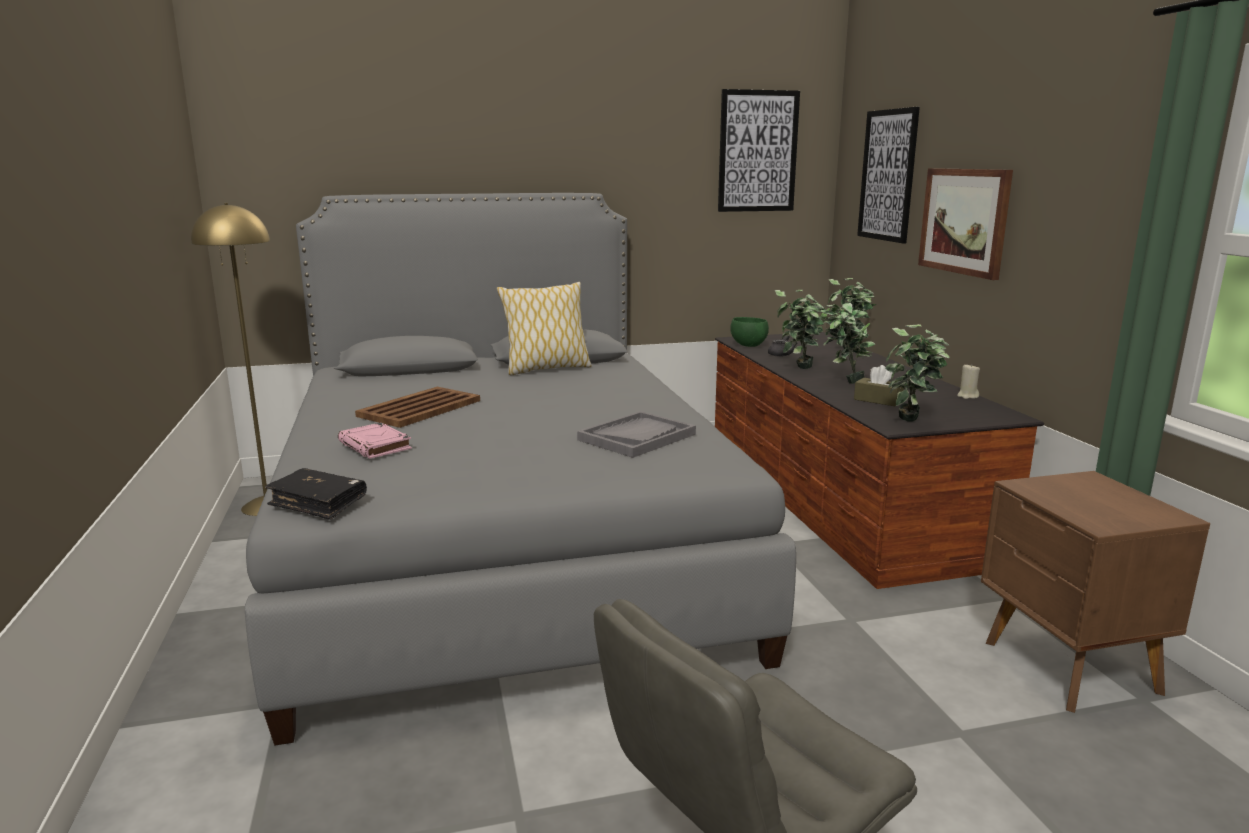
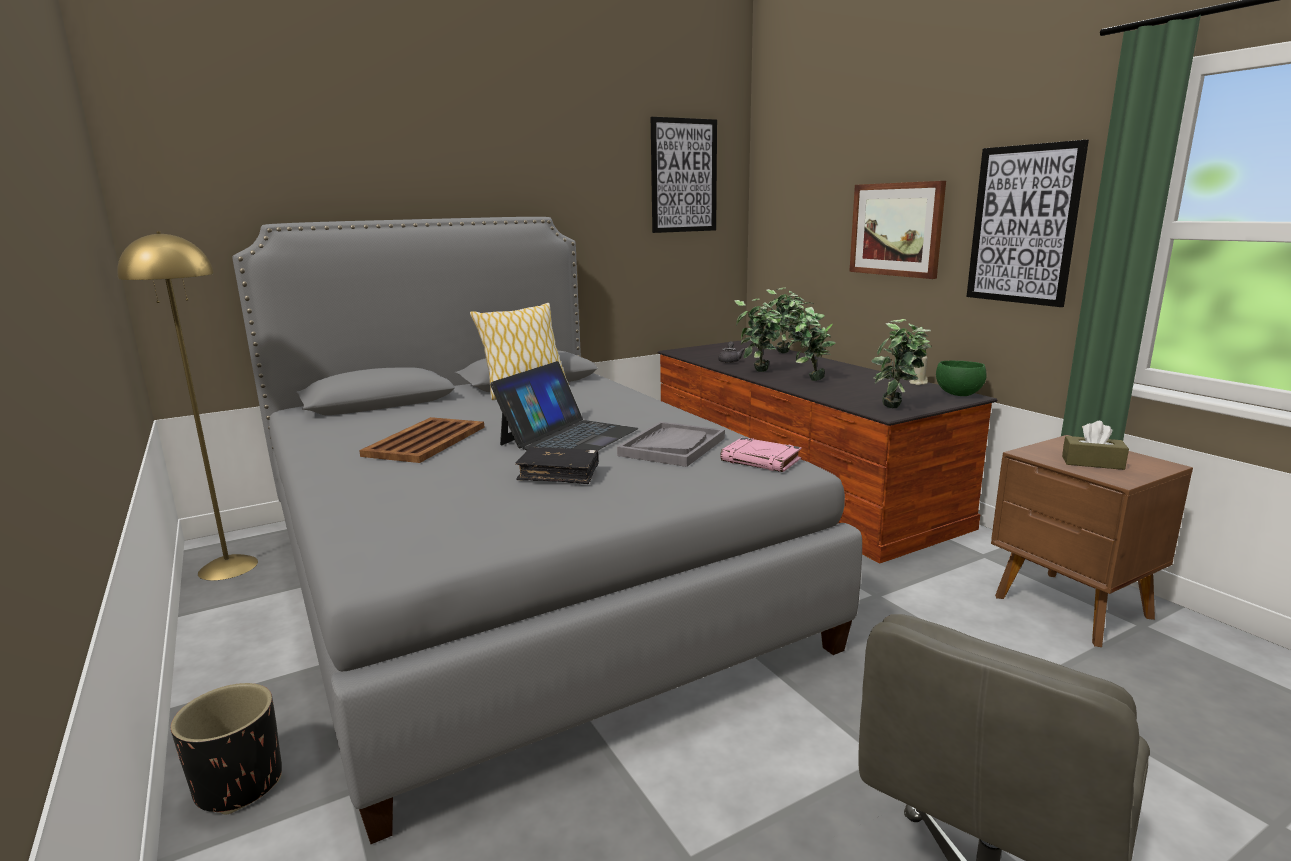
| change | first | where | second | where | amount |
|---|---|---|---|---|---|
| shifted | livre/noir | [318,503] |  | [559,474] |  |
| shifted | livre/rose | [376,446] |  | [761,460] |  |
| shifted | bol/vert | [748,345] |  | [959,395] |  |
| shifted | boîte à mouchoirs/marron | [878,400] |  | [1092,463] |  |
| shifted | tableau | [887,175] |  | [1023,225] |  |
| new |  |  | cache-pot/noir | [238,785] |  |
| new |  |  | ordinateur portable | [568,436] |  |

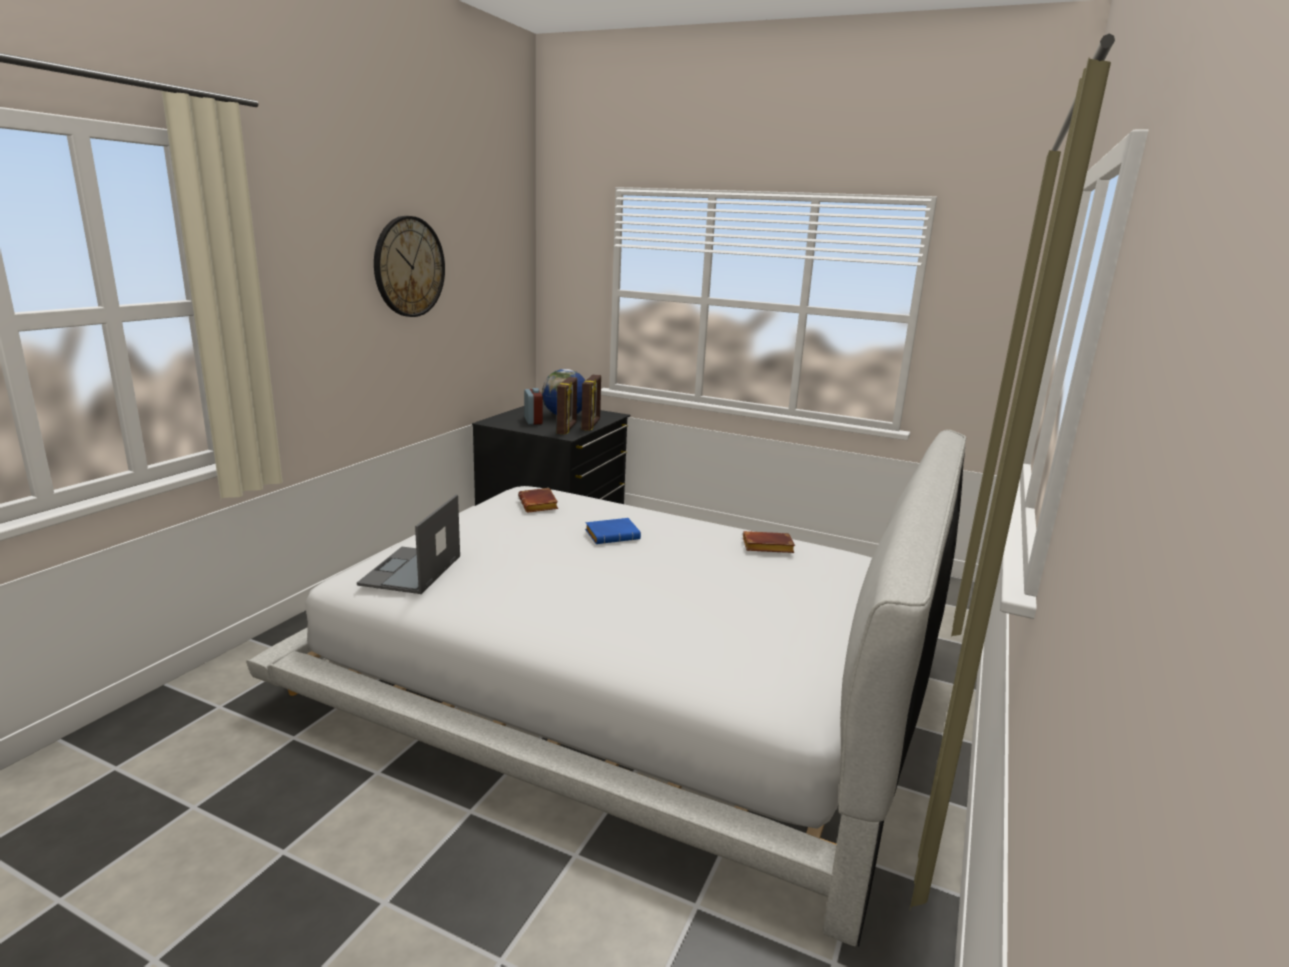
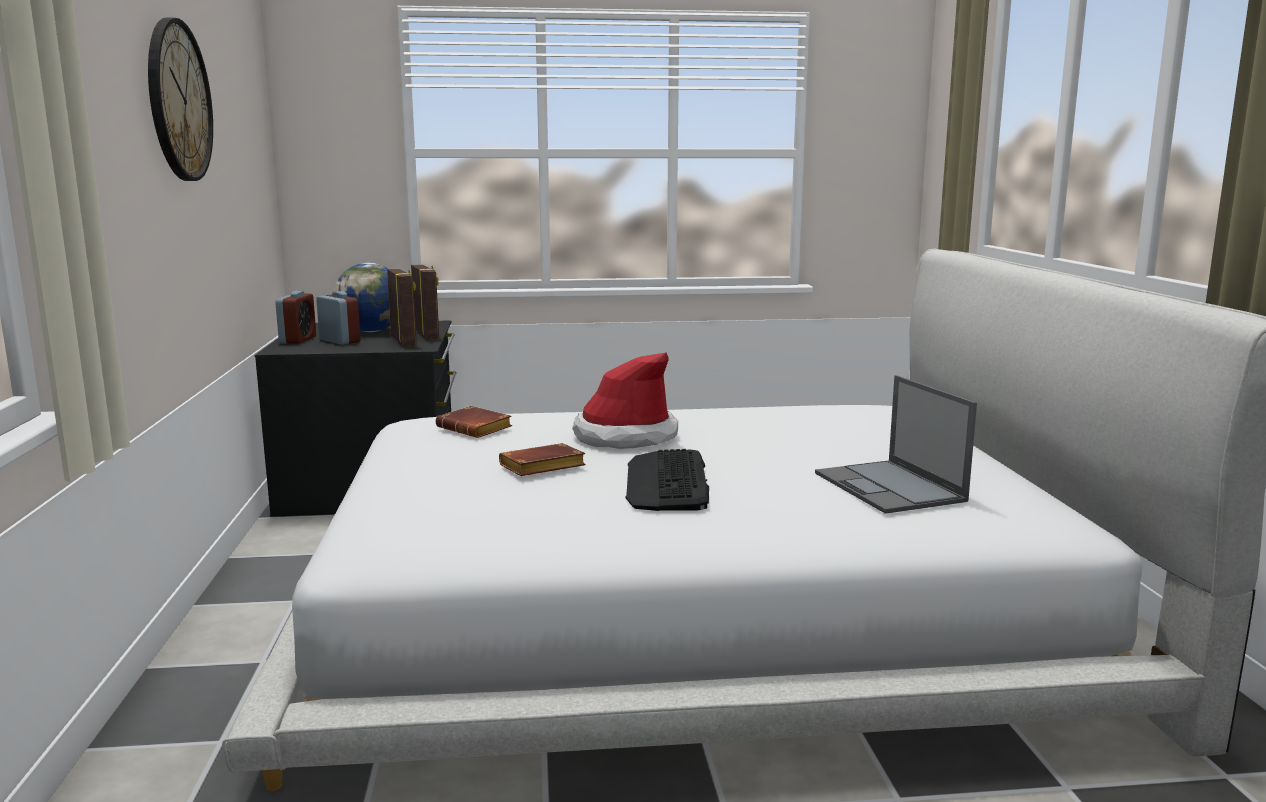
| change | first | where | second | where | amount |
|---|---|---|---|---|---|
| shifted | ordinateur portable | [411,571] |  | [890,487] |  |
| swapped | livre/bleu | [613,535] | chapeau | [625,436] |  |
| shifted | livre/marron | [766,547] |  | [541,468] |  |
| new |  |  | réveil | [298,340] |  |
| new |  |  | clavier | [667,482] |  |

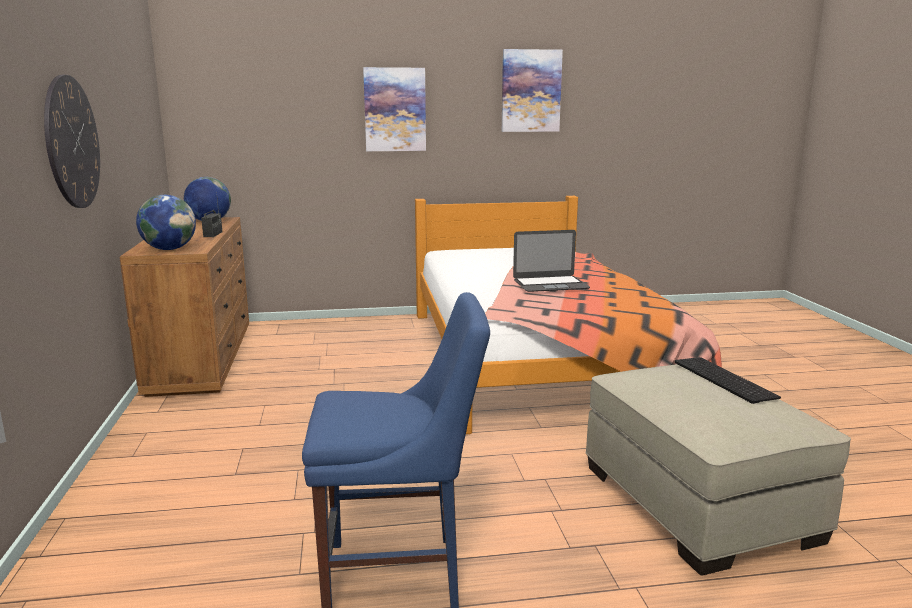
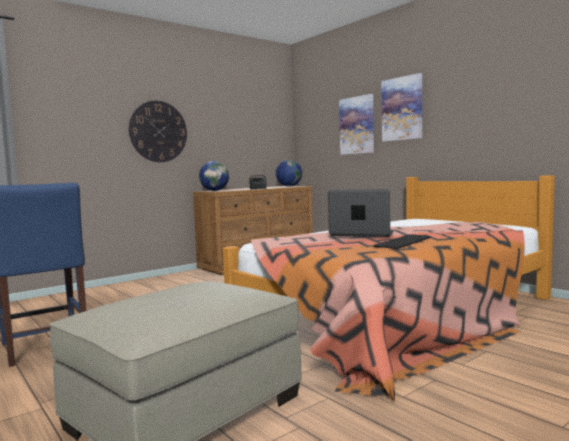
| change | first | where | second | where | amount |
|---|---|---|---|---|---|
| shifted | tableau | [531,91] |  | [357,125] |  |
| rotated | ordinateur portable | [550,284] |  | [362,233] | 150 degrees clockwise |
| shifted | clavier | [721,379] |  | [402,241] |  |

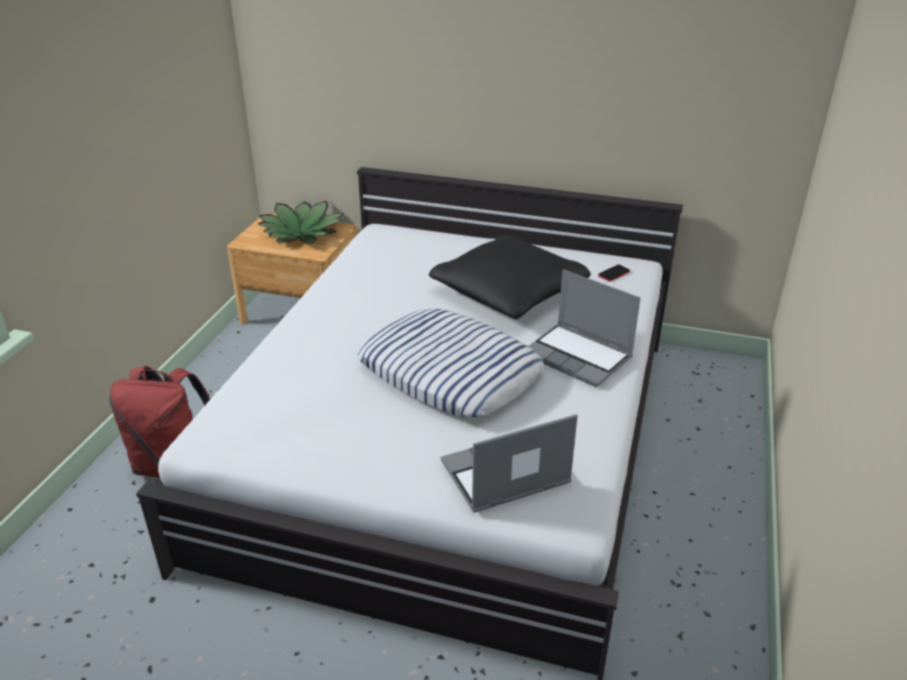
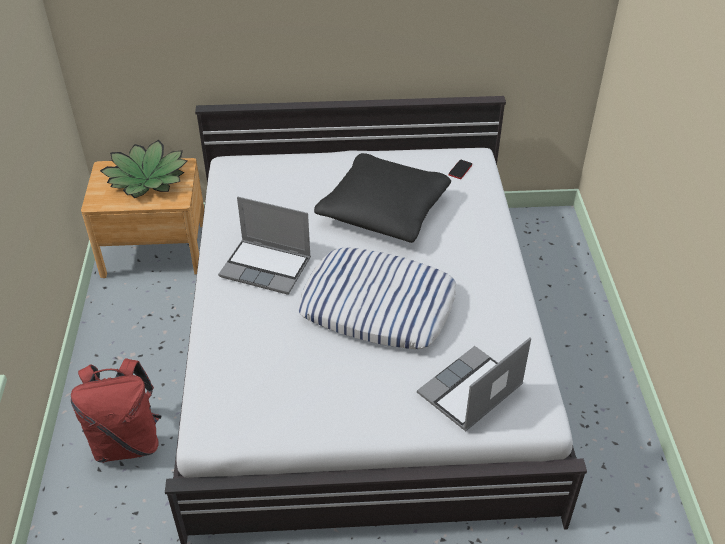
| change | first | where | second | where | amount |
|---|---|---|---|---|---|
| shifted | ordinateur portable | [579,356] |  | [267,267] |  |

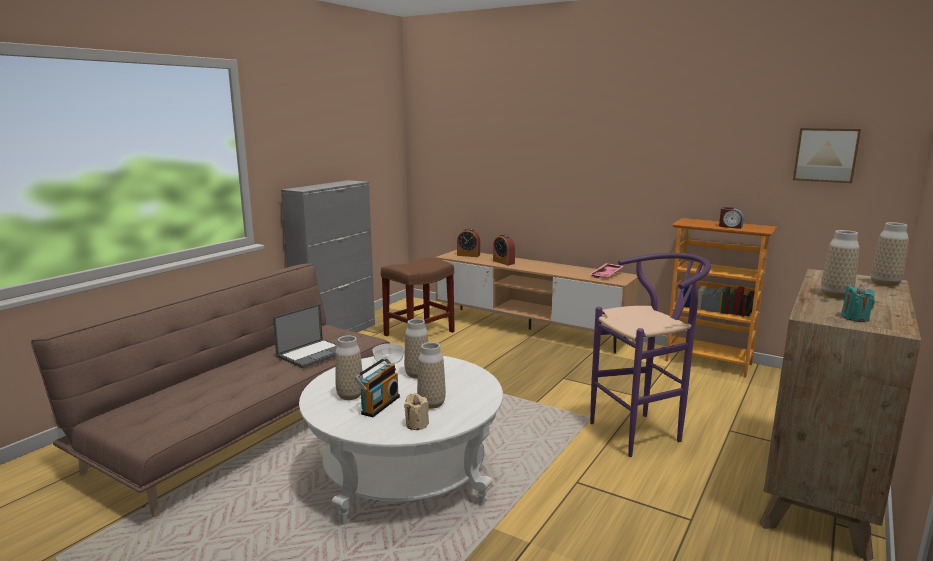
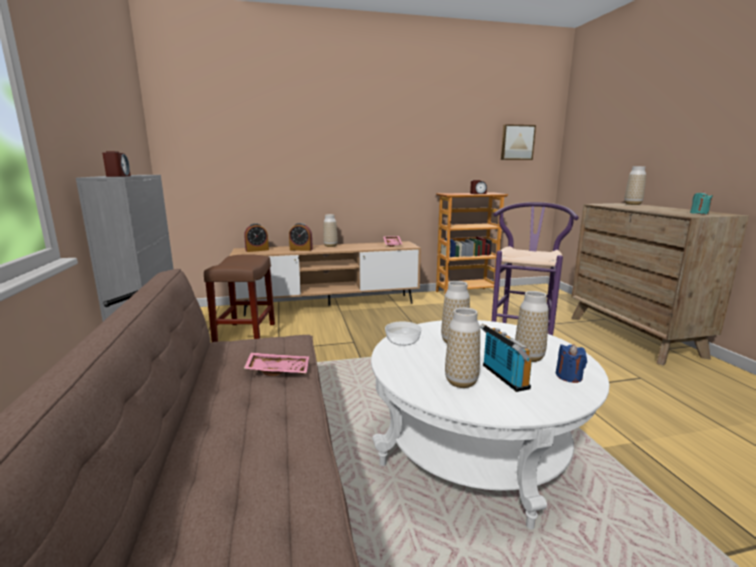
| change | first | where | second | where | amount |
|---|---|---|---|---|---|
| swapped | ordinateur portable | [313,353] | plateau/rose | [278,370] |  |
| repainted | bougie/beige | [416,424] | bougie/bleu | [569,376] |  |
| shifted | vase | [835,295] |  | [330,246] |  |
| new |  |  | réveil | [118,176] |  |

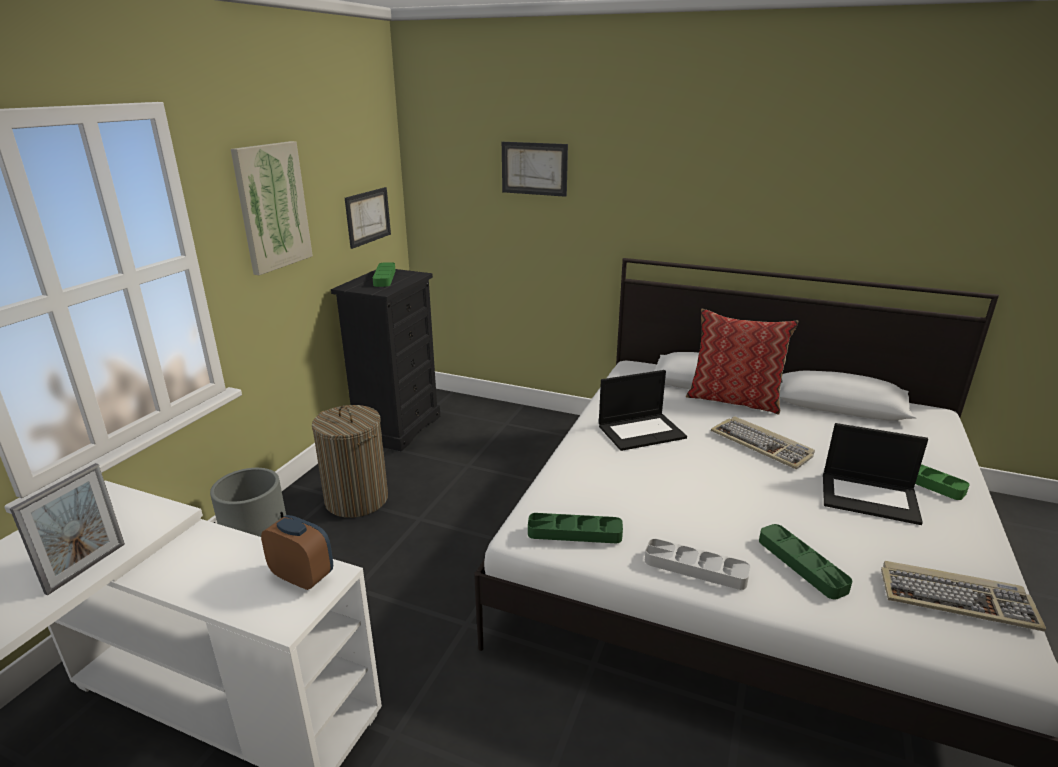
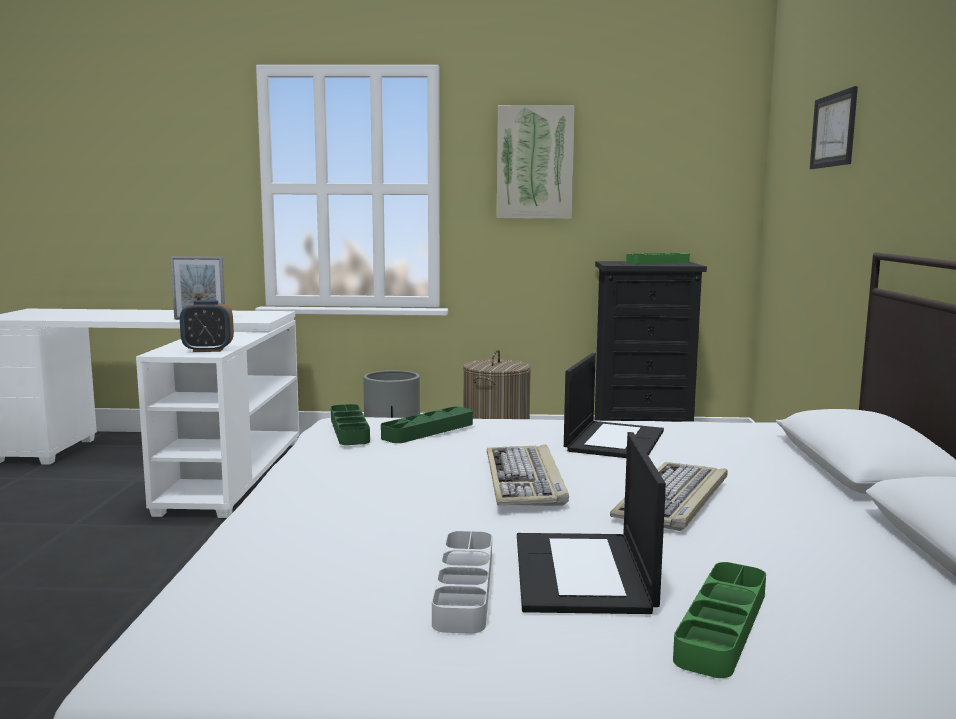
| change | first | where | second | where | amount |
|---|---|---|---|---|---|
| rotated | réveil | [302,577] |  | [208,350] | 75 degrees clockwise |
| gone | tableau | [368,217] |  |  |  |
| rotated | ordinateur portable | [642,431] |  | [614,440] | 120 degrees counterclockwise |
| shifted | plateau/gris | [695,568] |  | [464,588] |  |
| gone | coussin | [734,400] |  |  |  |
| shifted | plateau/vert | [801,564] |  | [428,430] |  |
| shifted | clavier | [956,598] |  | [525,480] |  |

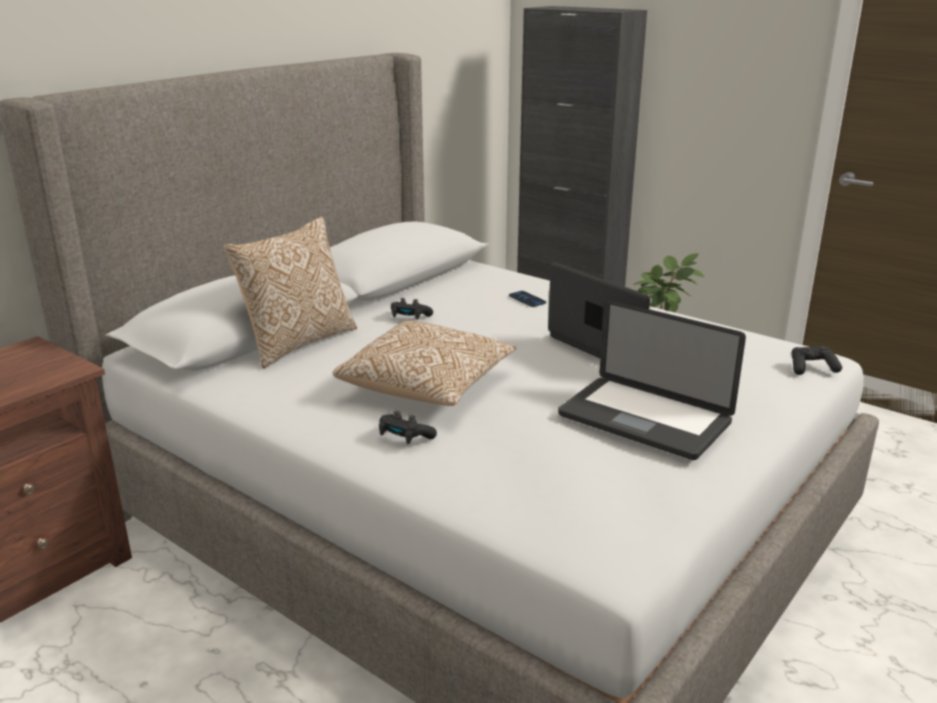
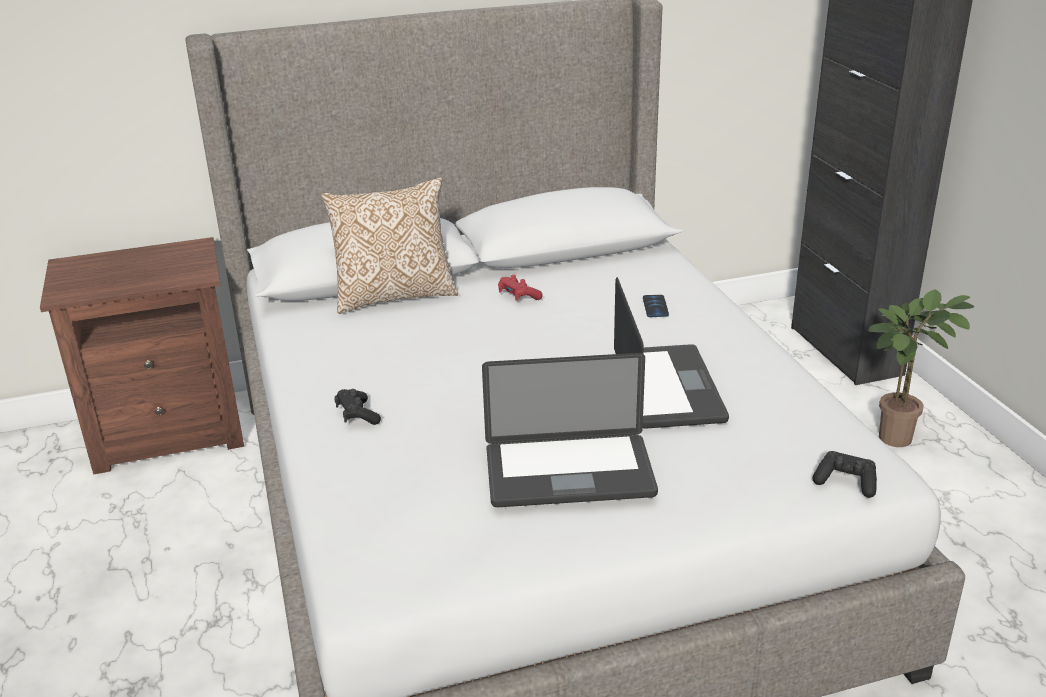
| change | first | where | second | where | amount |
|---|---|---|---|---|---|
| gone | coussin | [427,386] |  |  |  |
| repainted | manette/noir | [409,318] | manette/rouge | [518,296] |  |
| rotated | ordinateur portable | [644,419] |  | [569,473] | 75 degrees counterclockwise |

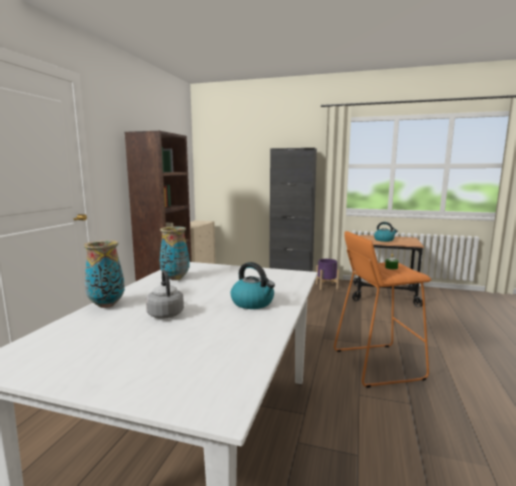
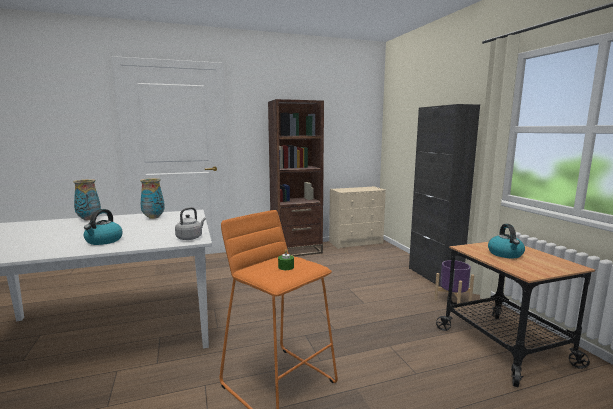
| change | first | where | second | where | amount |
|---|---|---|---|---|---|
| shifted | bouilloire/gris | [165,313] |  | [190,238] |  |

